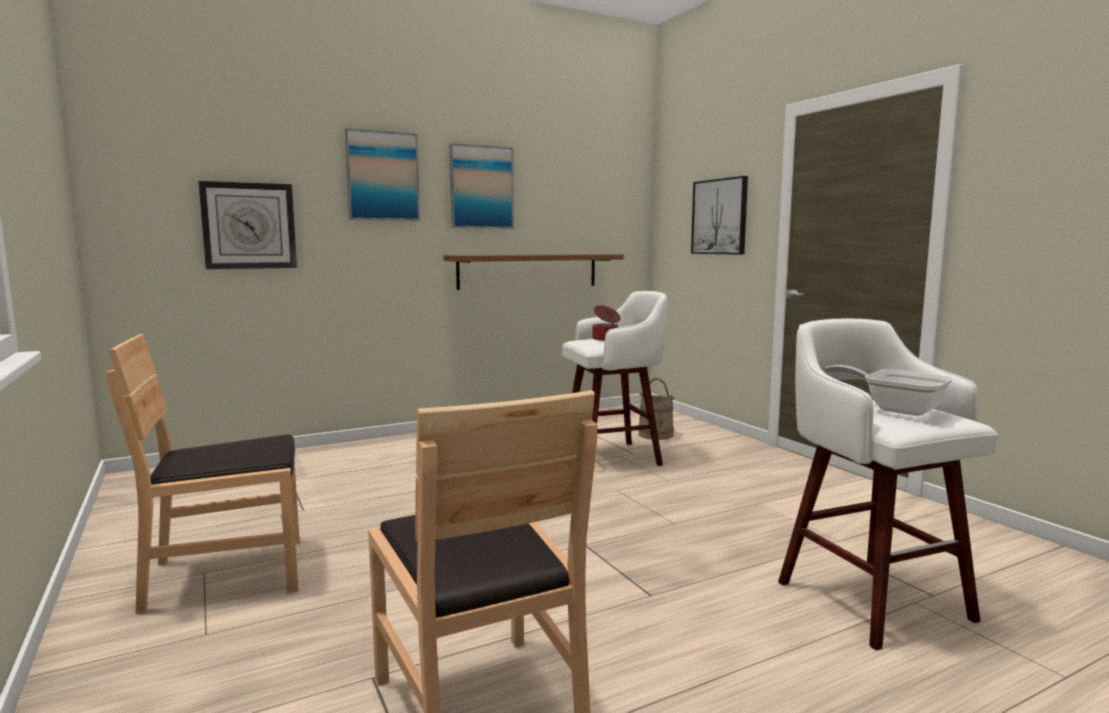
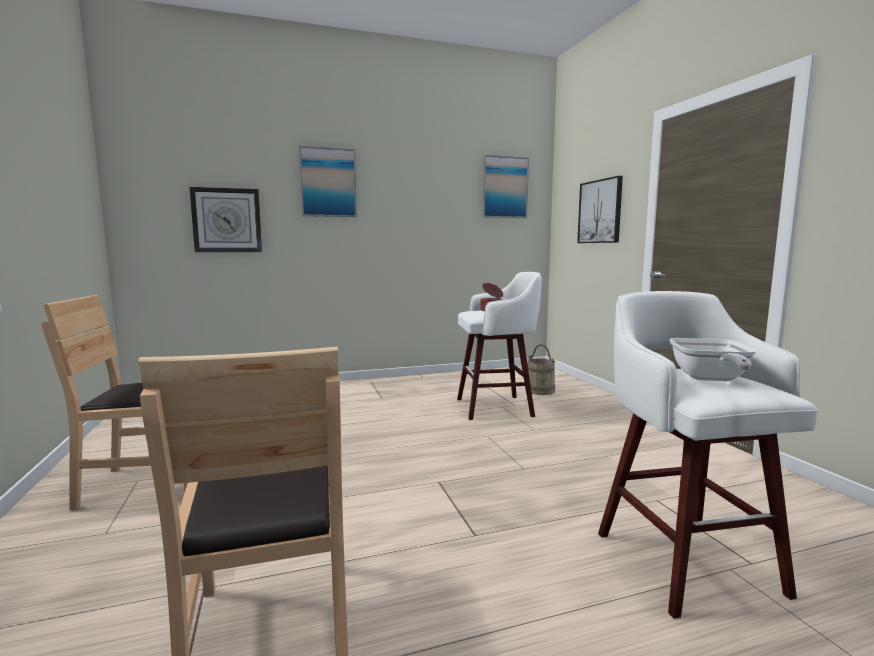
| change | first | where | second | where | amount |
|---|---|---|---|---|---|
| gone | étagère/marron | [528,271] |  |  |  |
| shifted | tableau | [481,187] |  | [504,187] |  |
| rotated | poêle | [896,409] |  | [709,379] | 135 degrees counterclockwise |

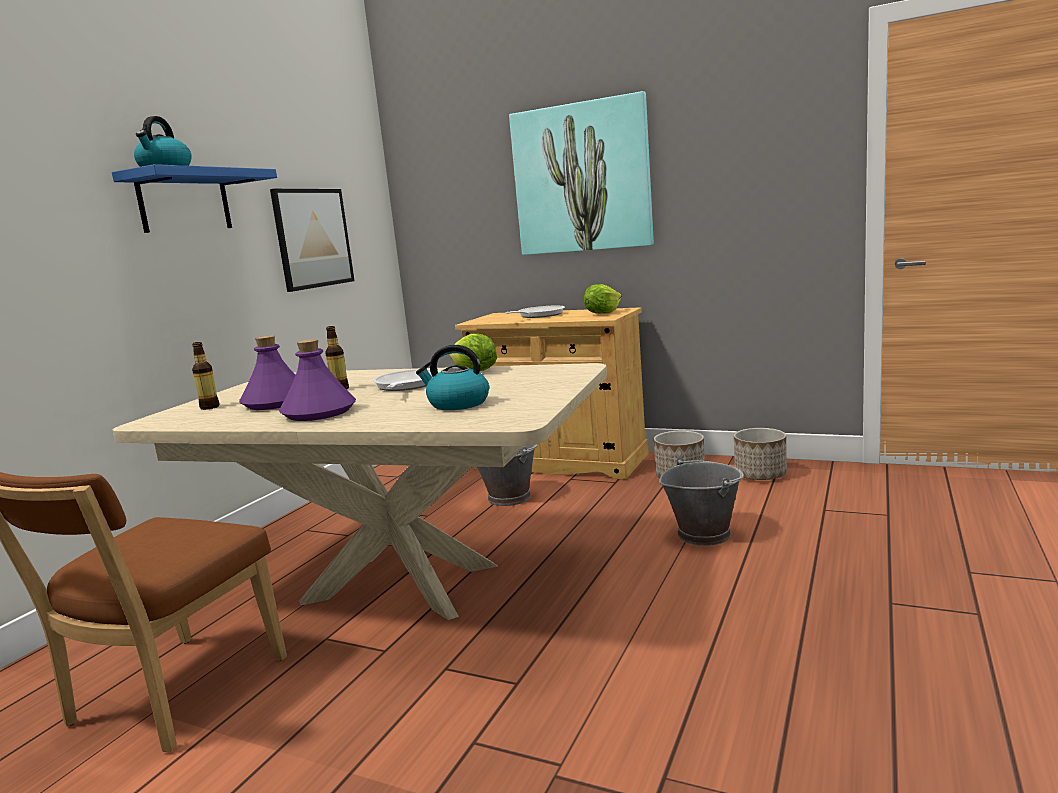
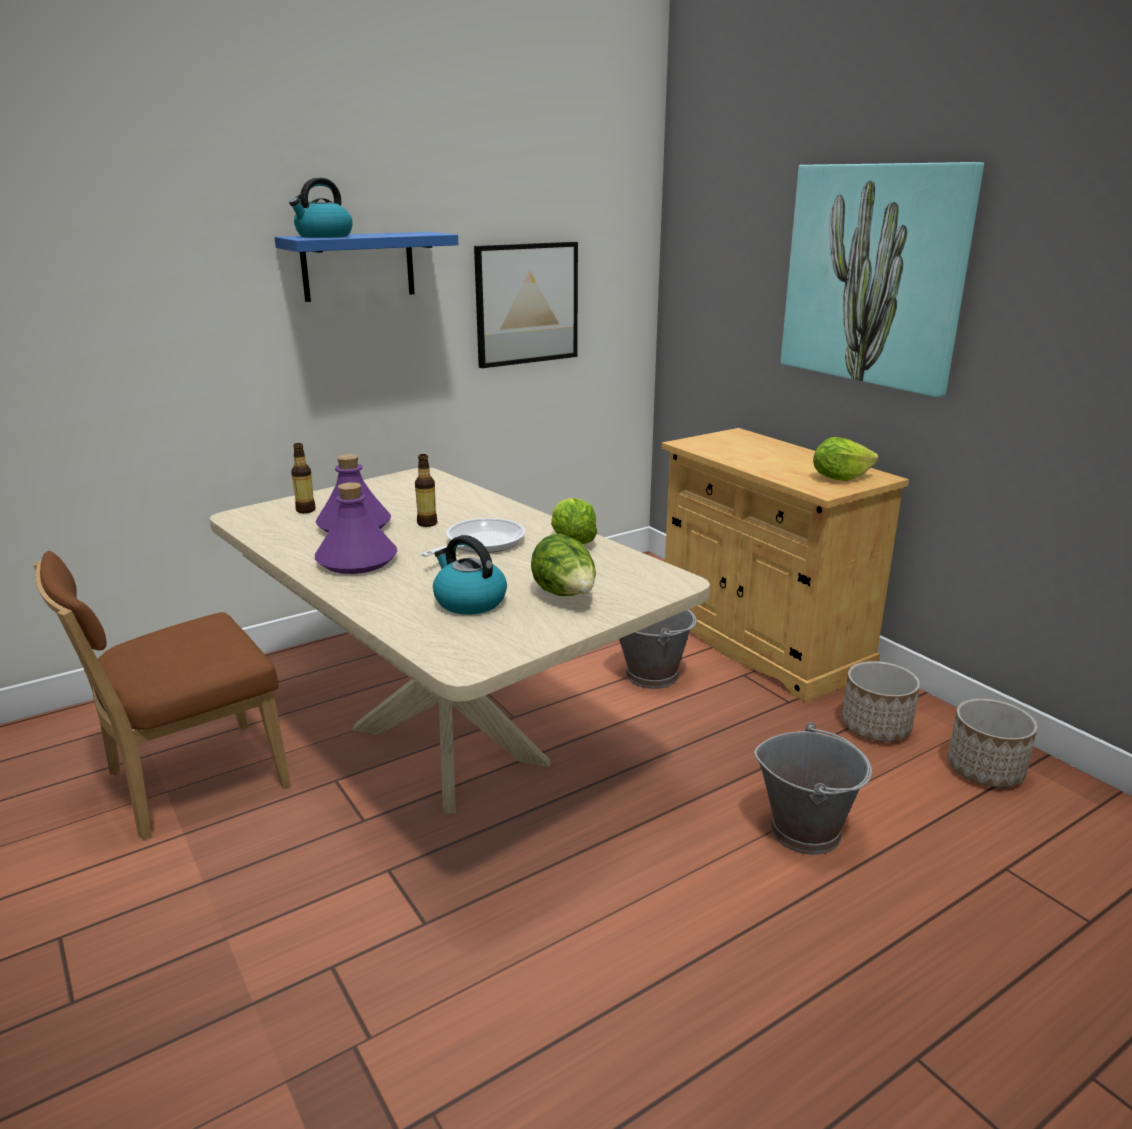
| change | first | where | second | where | amount |
|---|---|---|---|---|---|
| gone | poêle | [538,315] |  |  |  |
| new |  |  | laitue | [565,595] |  |

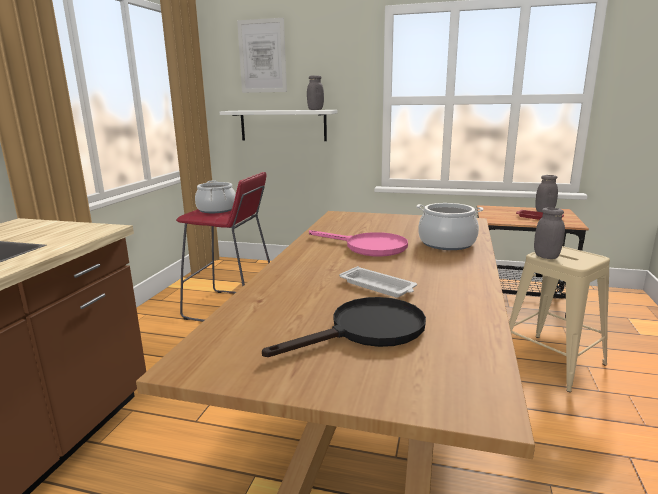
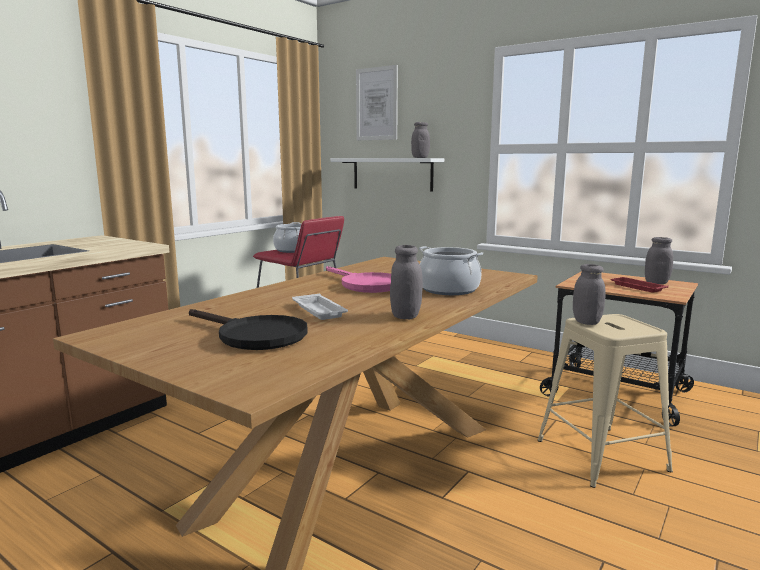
| change | first | where | second | where | amount |
|---|---|---|---|---|---|
| rotated | poêle/noir | [367,331] |  | [254,336] | 45 degrees clockwise |
| new |  |  | bocal/gris | [405,316] |  |

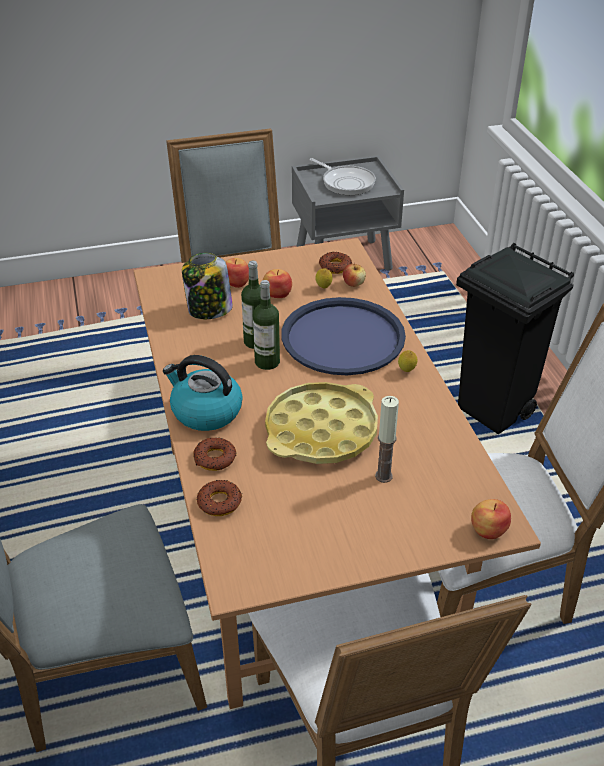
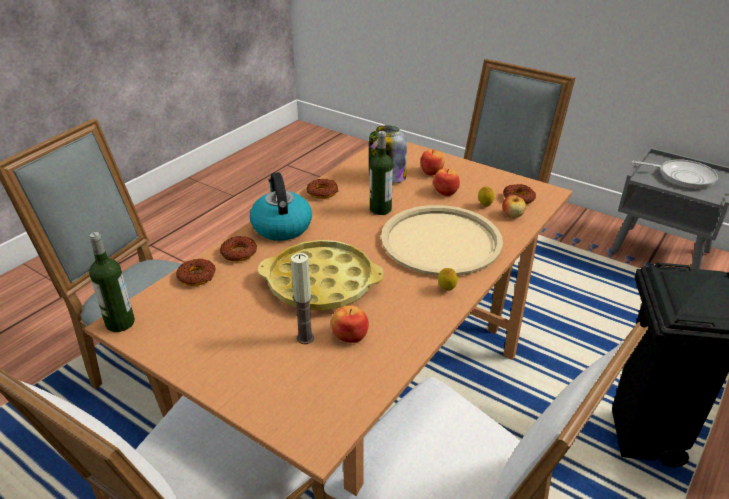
| change | first | where | second | where | amount |
|---|---|---|---|---|---|
| shifted | bouteille | [267,362] |  | [120,323] |  |
| repainted | plateau/bleu | [342,337] | plateau/beige | [441,241] |  |
| rotated | poêle | [346,183] |  | [682,177] | 75 degrees counterclockwise |
| shifted | pomme | [488,530] |  | [350,335] |  |
| new |  |  | beignet | [322,192] |  |

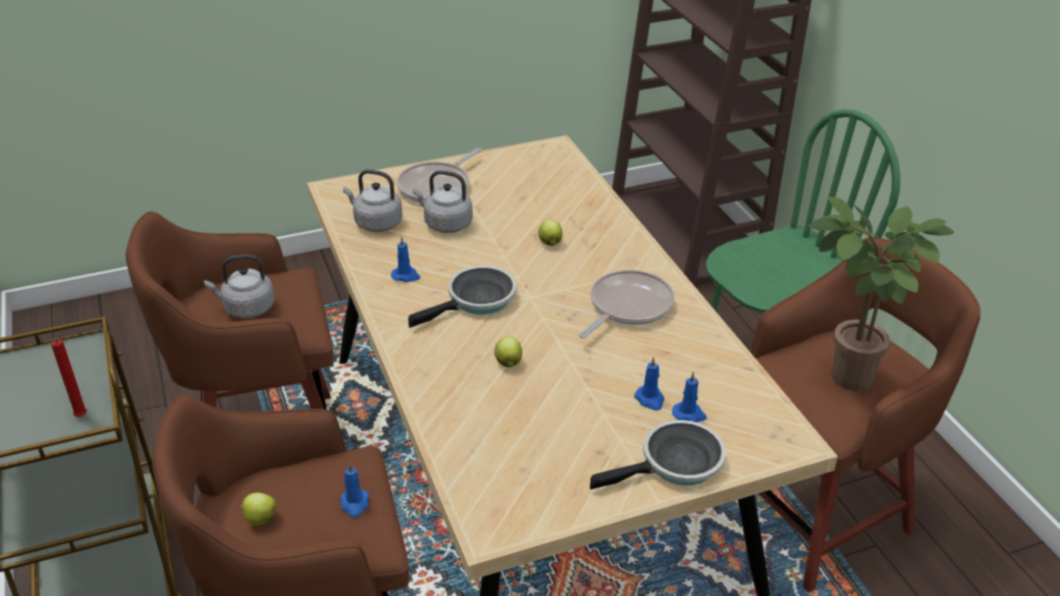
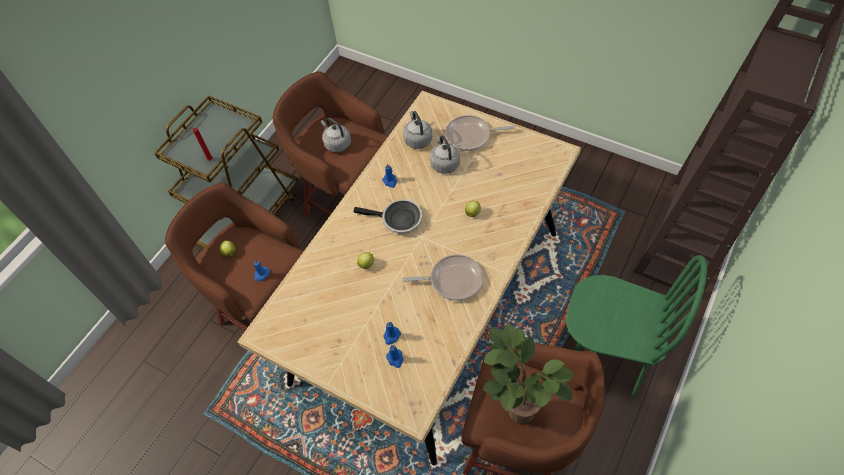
| change | first | where | second | where | amount |
|---|---|---|---|---|---|
| gone | poêle | [676,464] |  |  |  |

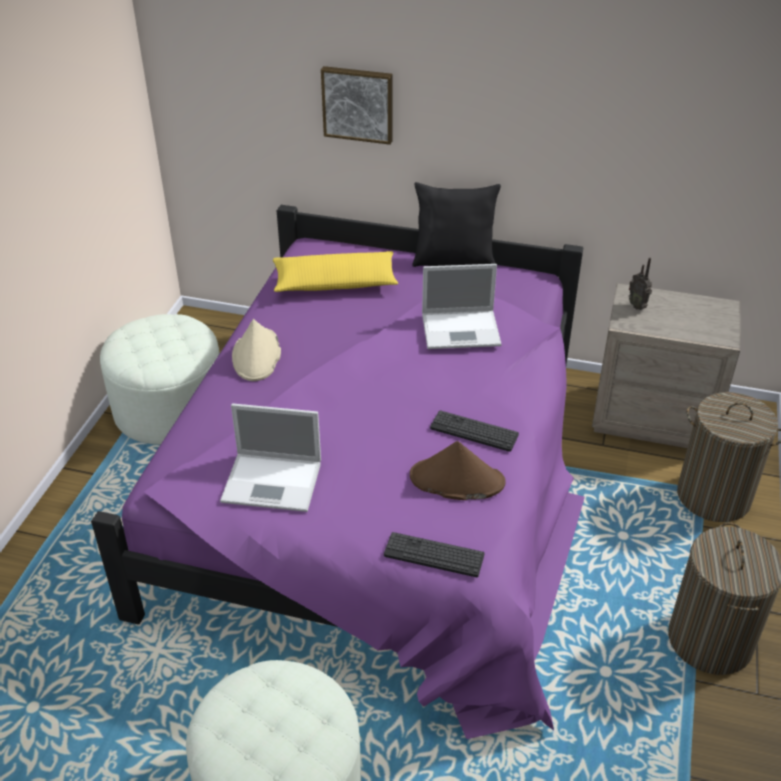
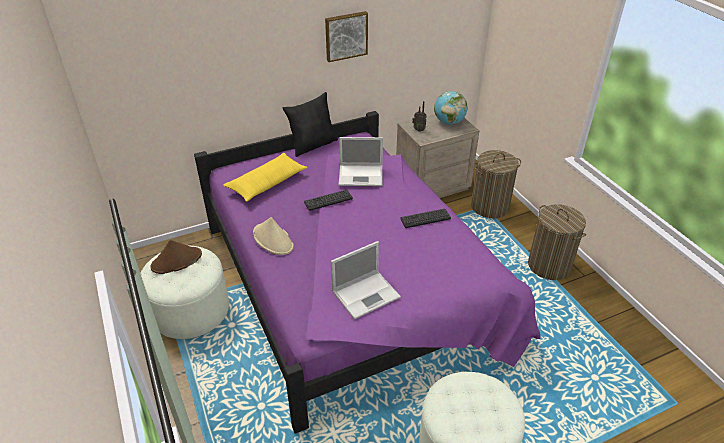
| change | first | where | second | where | amount |
|---|---|---|---|---|---|
| shifted | tableau | [358,104] |  | [346,36] |  |
| shifted | clavier | [434,555] |  | [328,200] |  |
| shifted | chapeau/marron | [456,480] |  | [176,261] |  |
| rotated | ordinateur portable | [462,329] |  | [361,175] | 45 degrees clockwise |
| new |  |  | globe | [449,122] |  |

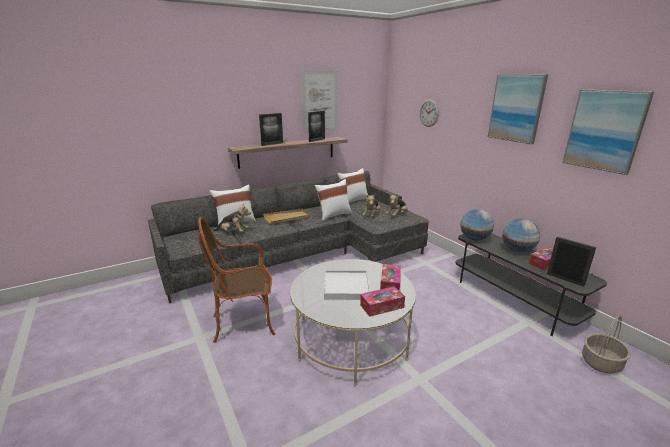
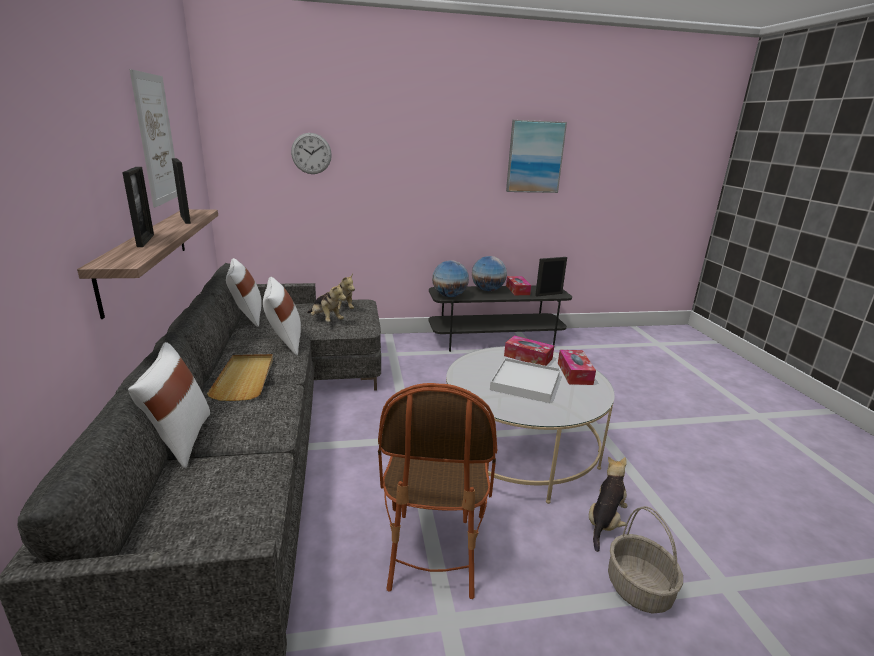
| change | first | where | second | where | amount |
|---|---|---|---|---|---|
| shifted | peluche | [233,232] |  | [605,522] |  |
| gone | tableau | [516,108] |  |  |  |
| shifted | panier | [601,363] |  | [639,589] |  |

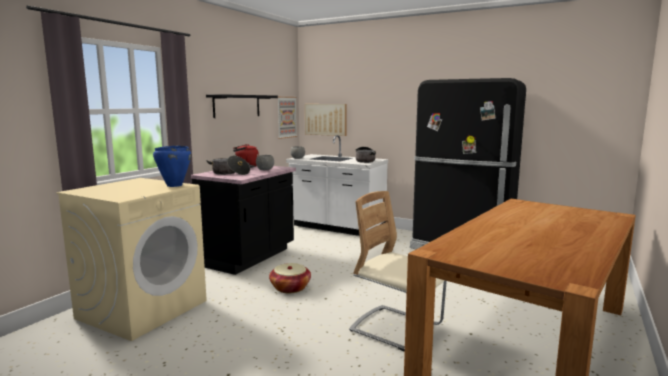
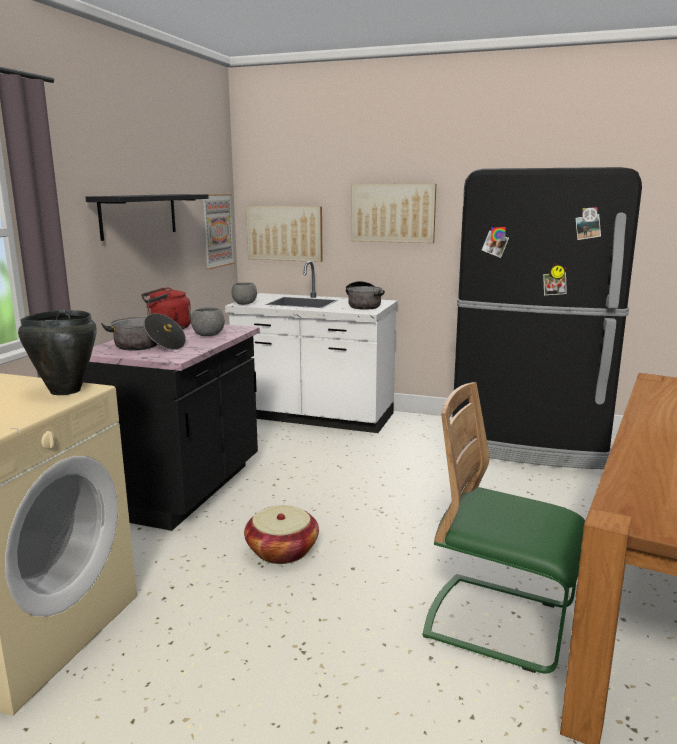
| change | first | where | second | where | amount |
|---|---|---|---|---|---|
| repainted | marmite/bleu | [174,185] | marmite/noir | [64,391] |  |
| repainted | chaise/beige | [396,329] | chaise/vert | [500,623] |  |
| new |  |  | tableau | [393,213] |  |

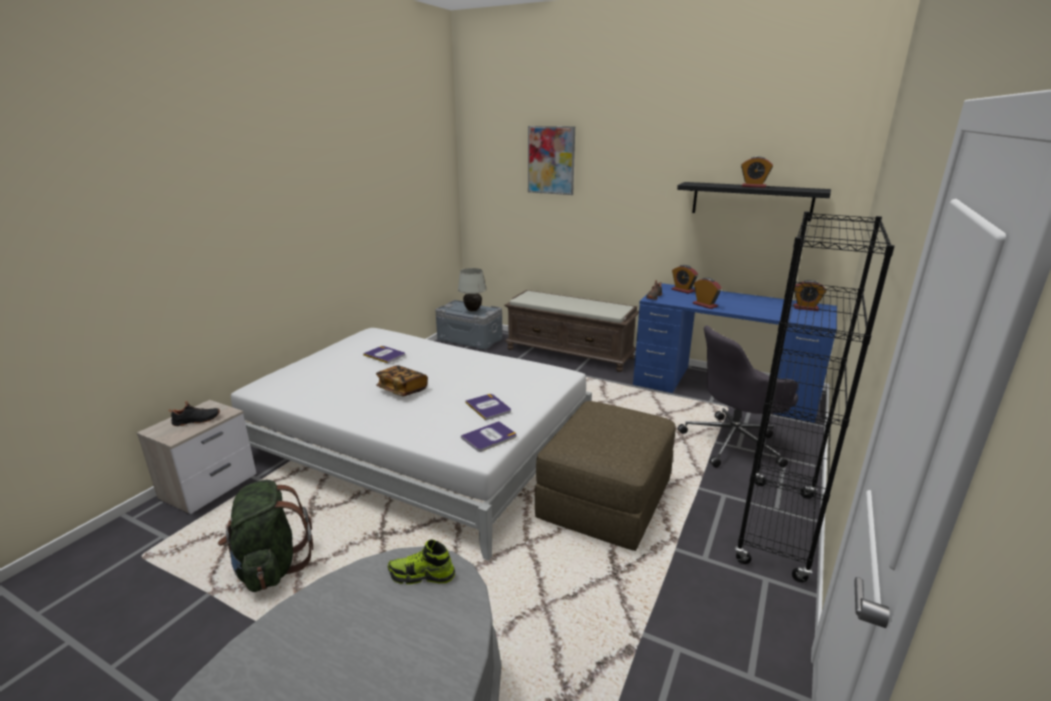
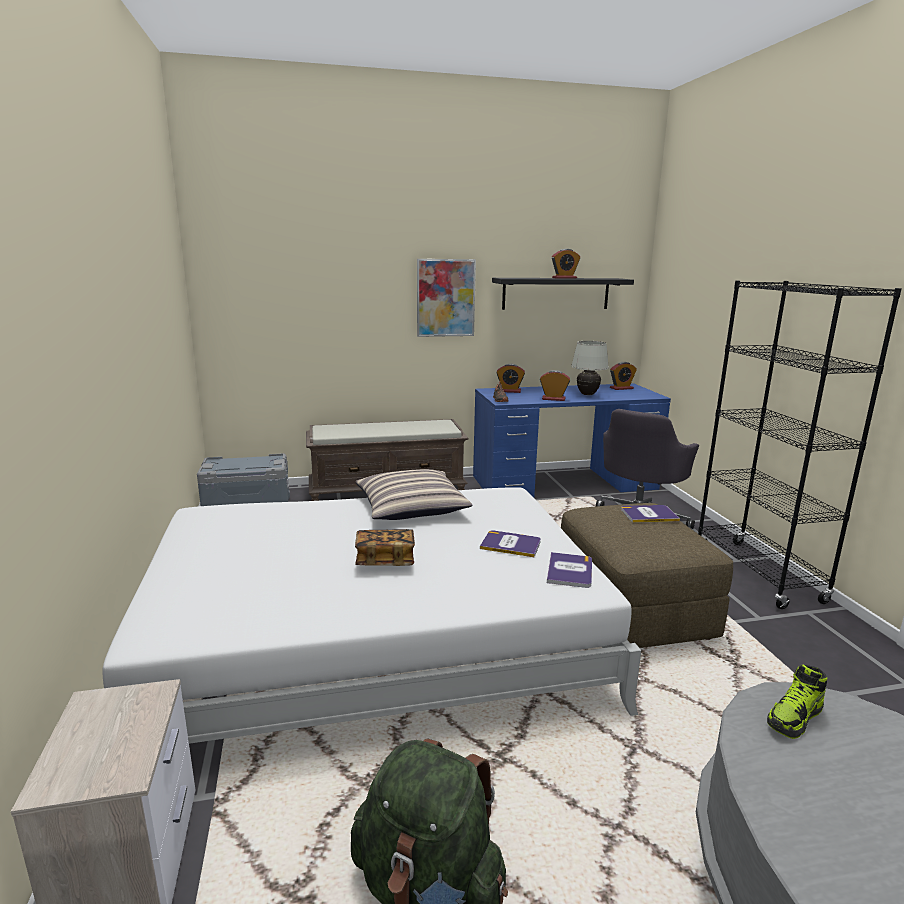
| change | first | where | second | where | amount |
|---|---|---|---|---|---|
| gone | chaussure/noir | [196,421] |  |  |  |
| shifted | livre | [385,355] |  | [649,514] |  |
| shifted | lampe de table/blanc | [472,310] |  | [587,394] |  |
| shifted | tableau | [551,160] |  | [445,298] |  |
| new |  |  | coussin | [411,507] |  |

